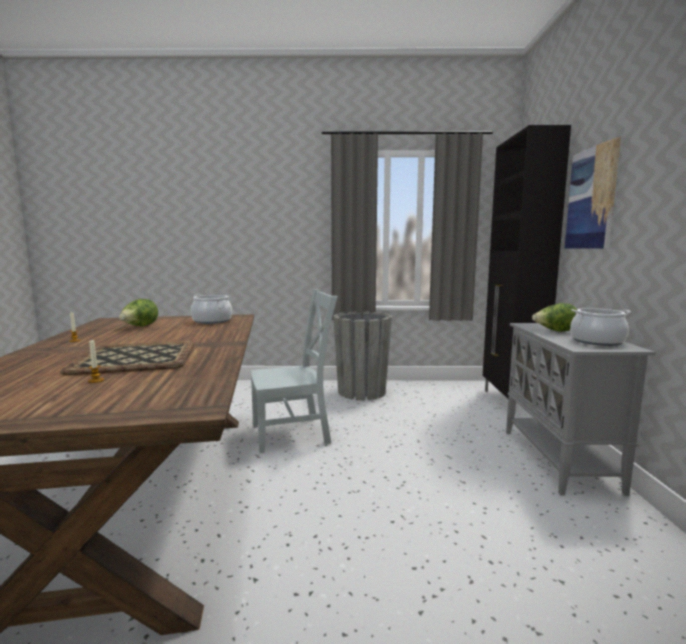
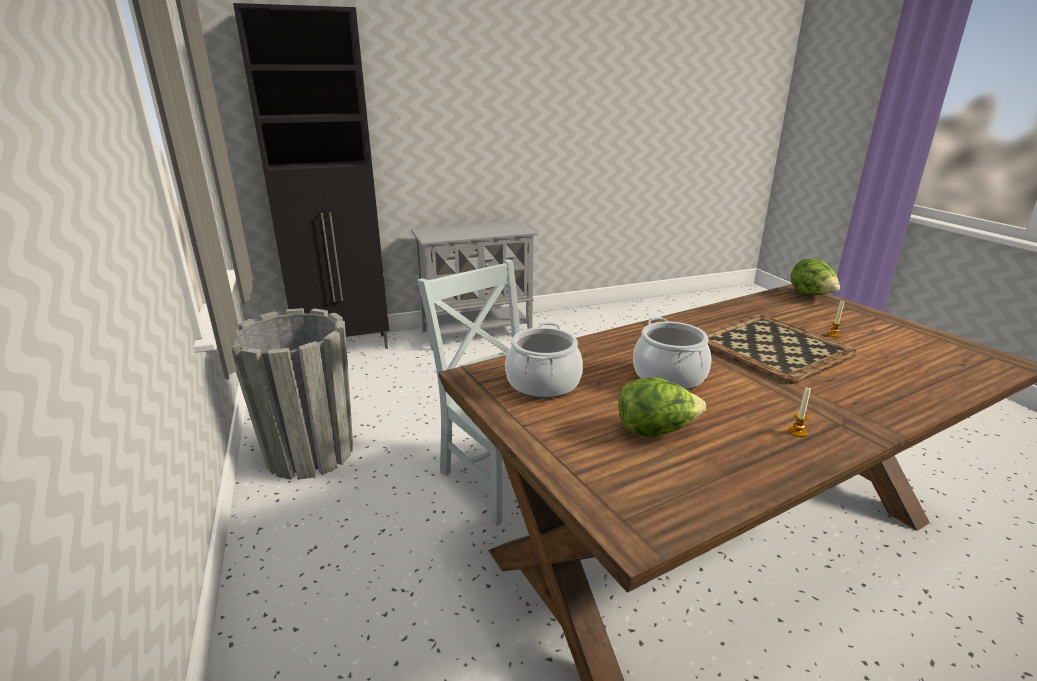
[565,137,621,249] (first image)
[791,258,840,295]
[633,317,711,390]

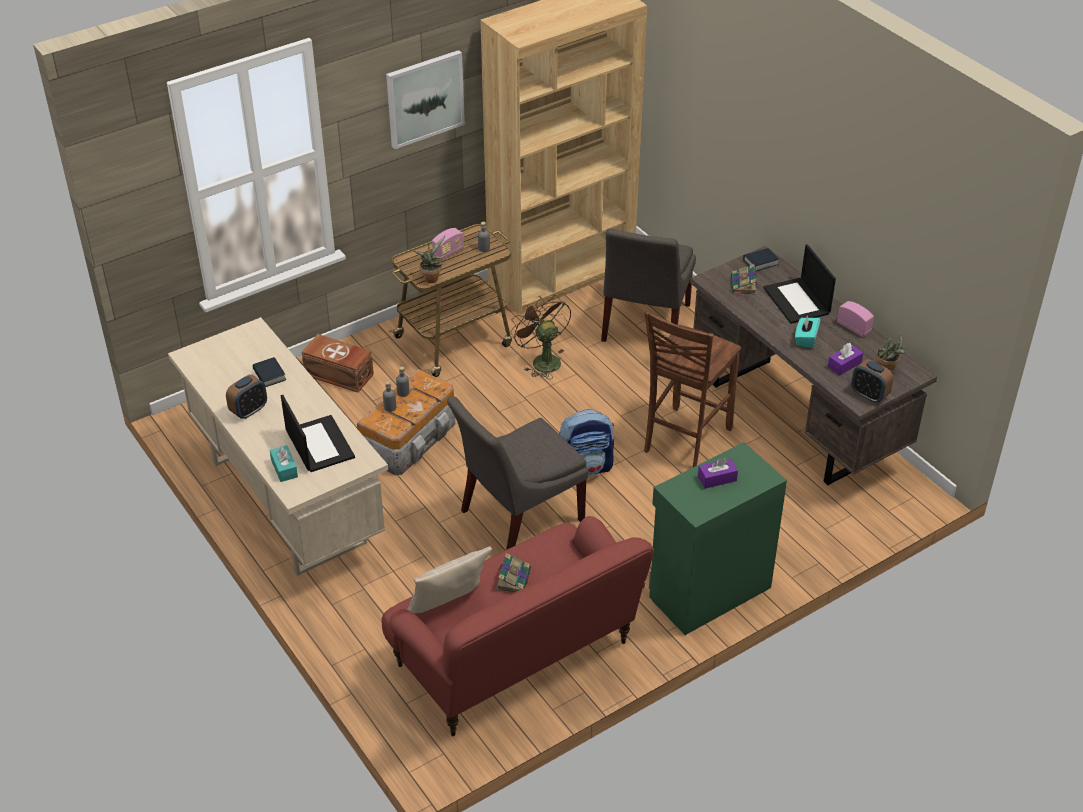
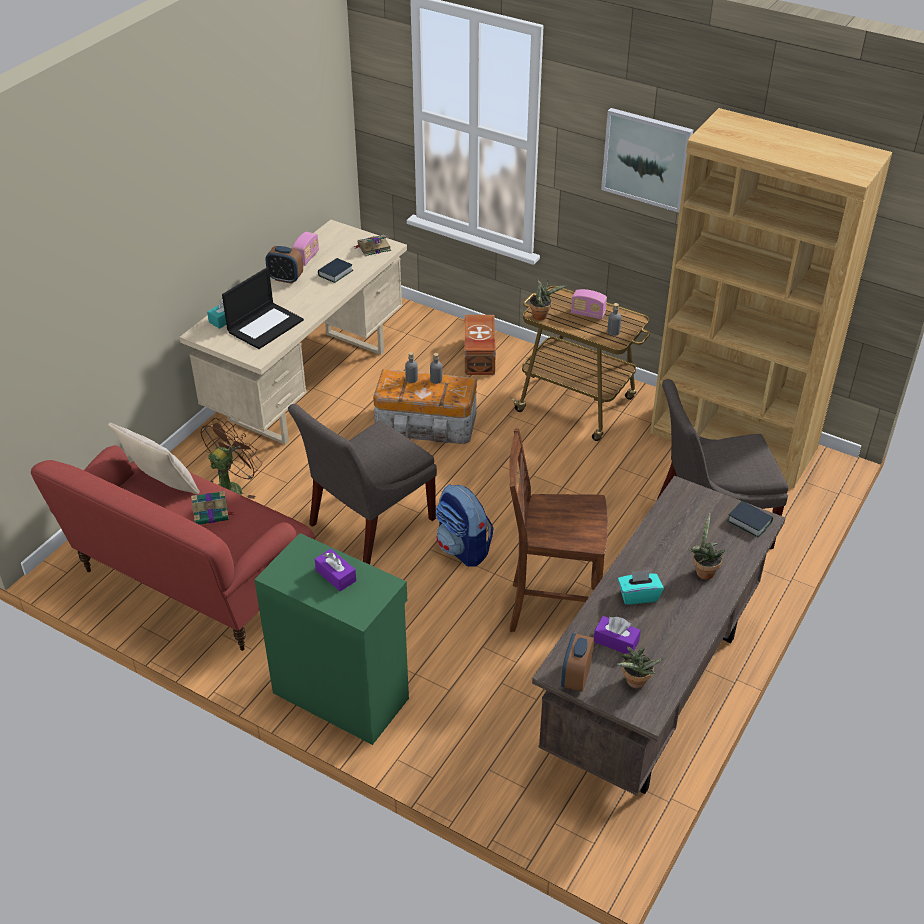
[200,418,262,499]
[354,235,391,256]
[292,232,319,266]
[688,513,726,580]
[288,404,437,565]

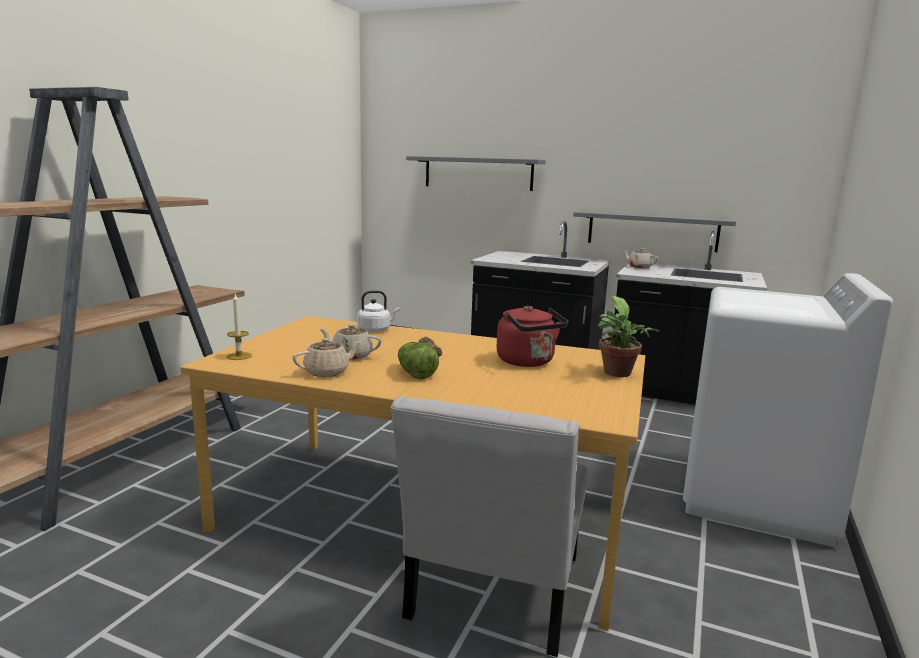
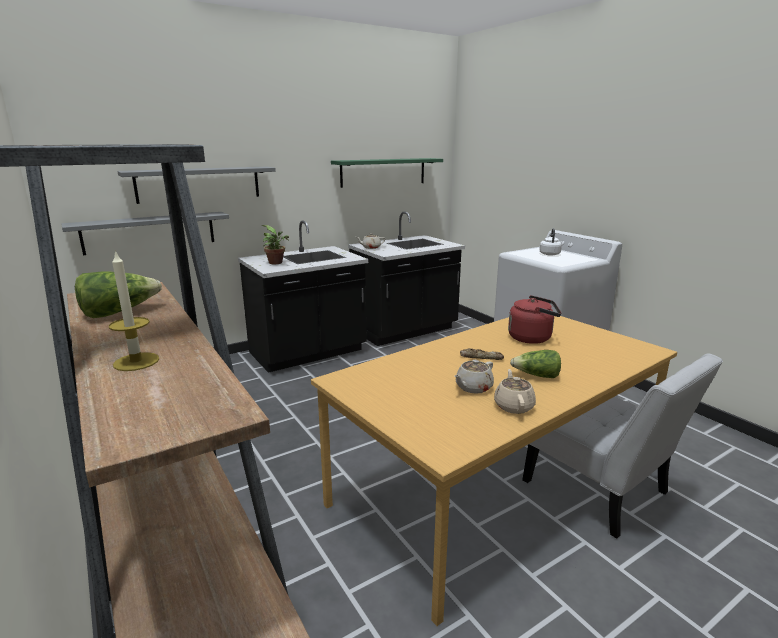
[75,272,162,318]
[331,158,443,188]
[109,250,159,371]
[539,228,562,256]
[62,212,229,255]
[262,225,289,264]

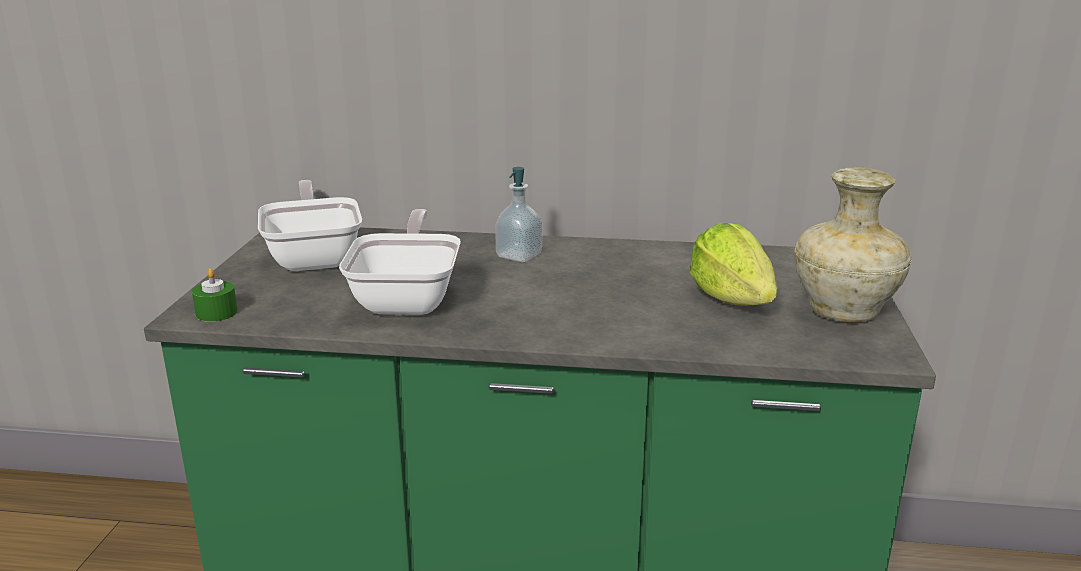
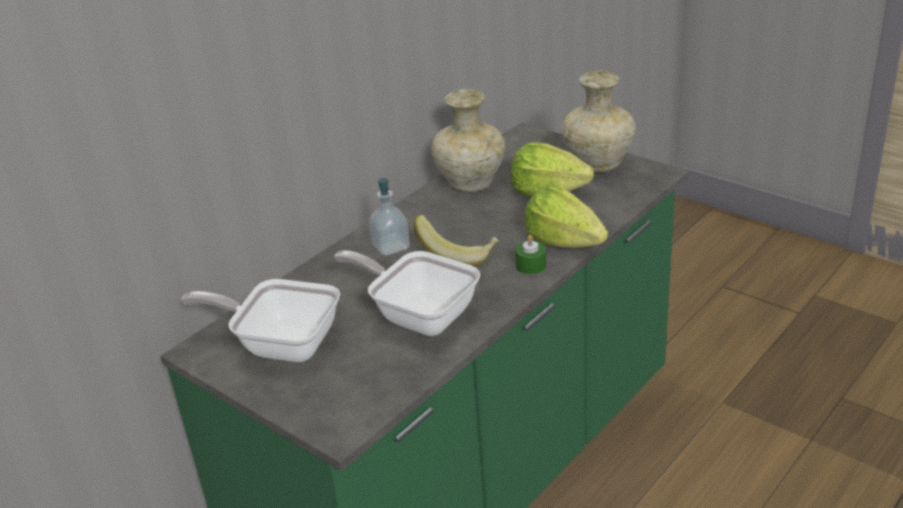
[414,215,499,267]
[431,89,505,192]
[525,186,608,248]
[515,235,546,275]

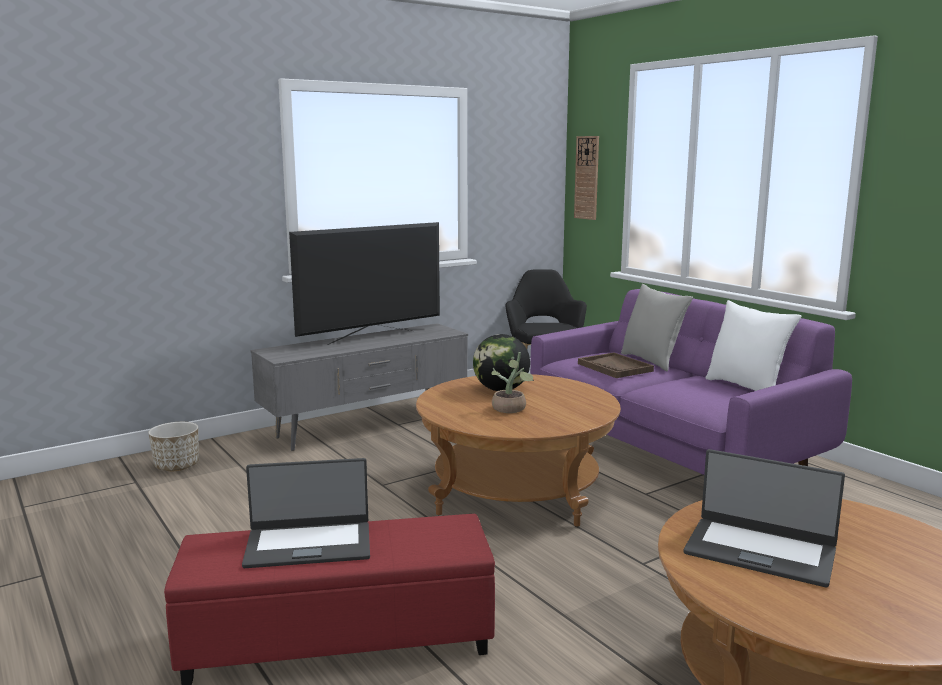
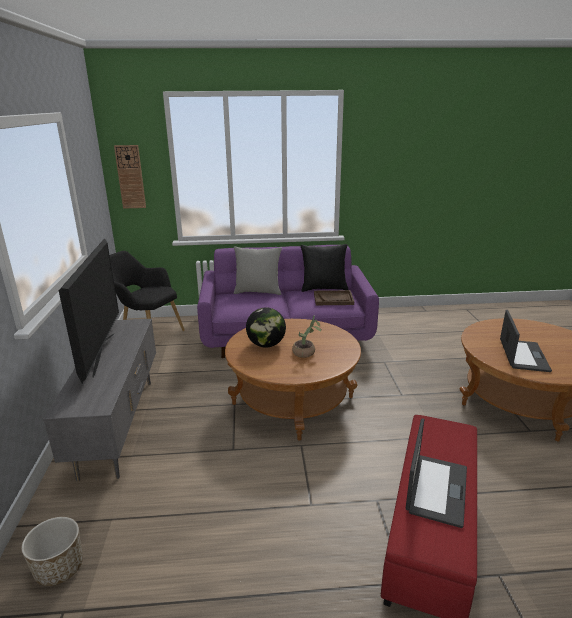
[314,290,354,305]
[300,244,349,292]
[500,310,552,372]

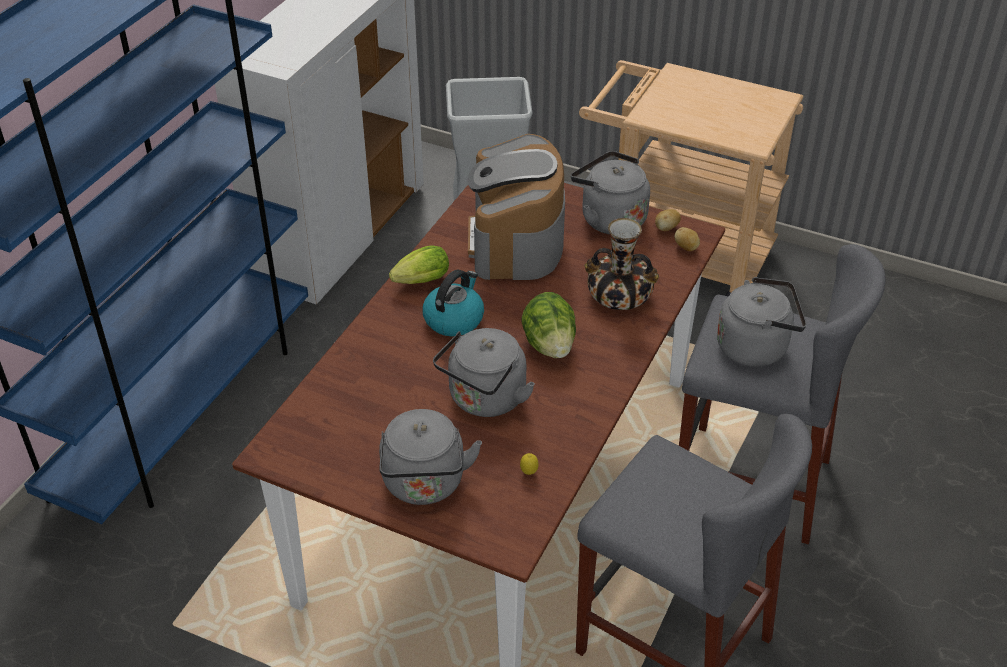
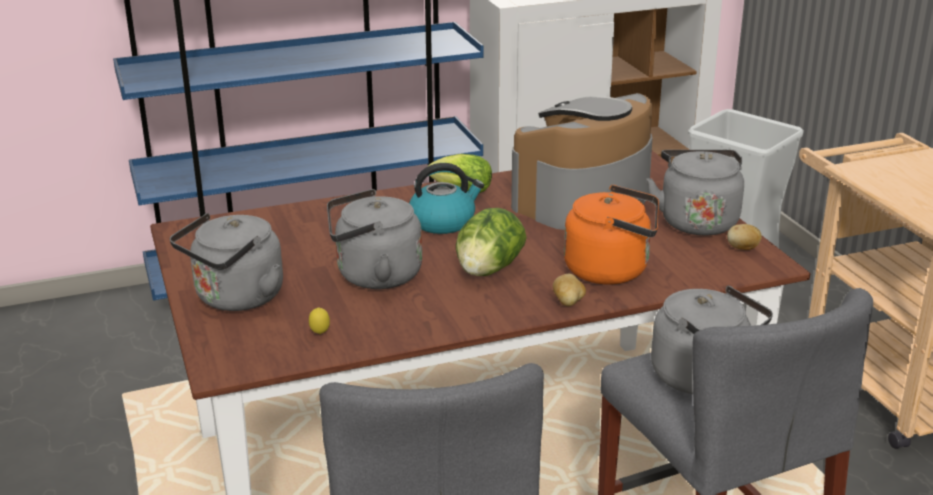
[553,274,586,306]
[564,185,659,284]

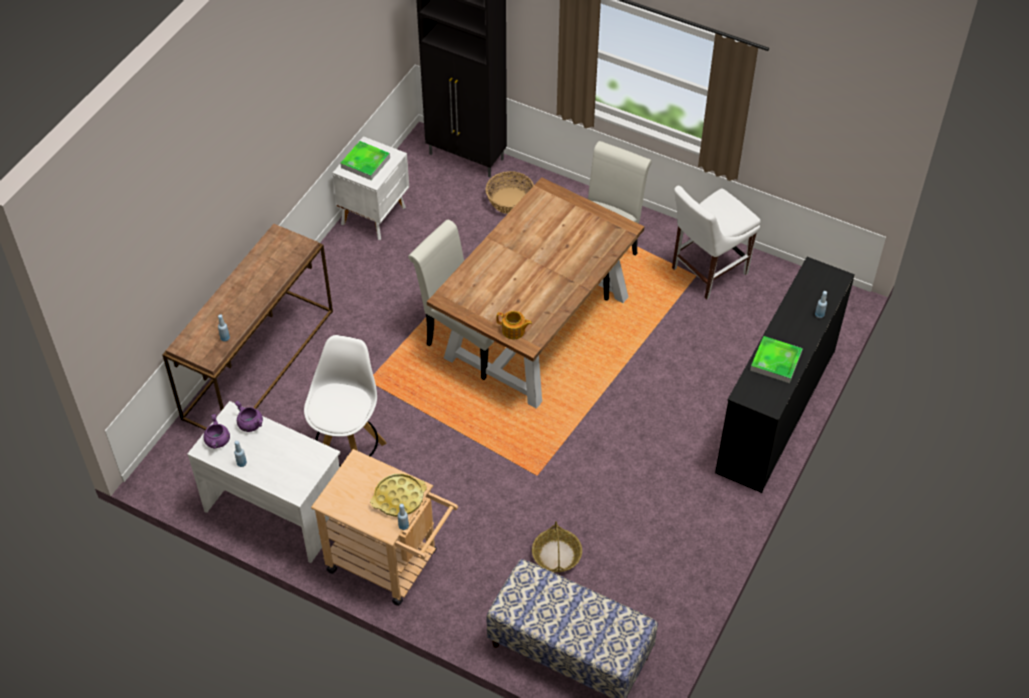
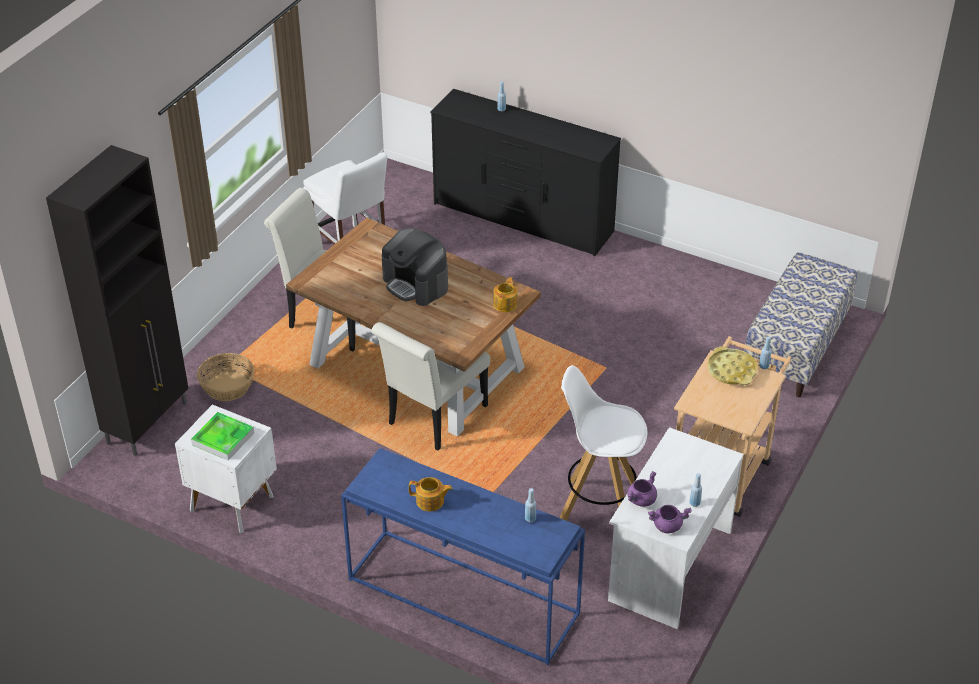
[532,521,582,572] (first image)
[750,336,803,383] (first image)
[382,228,448,306]
[409,477,453,512]
[341,448,585,665]

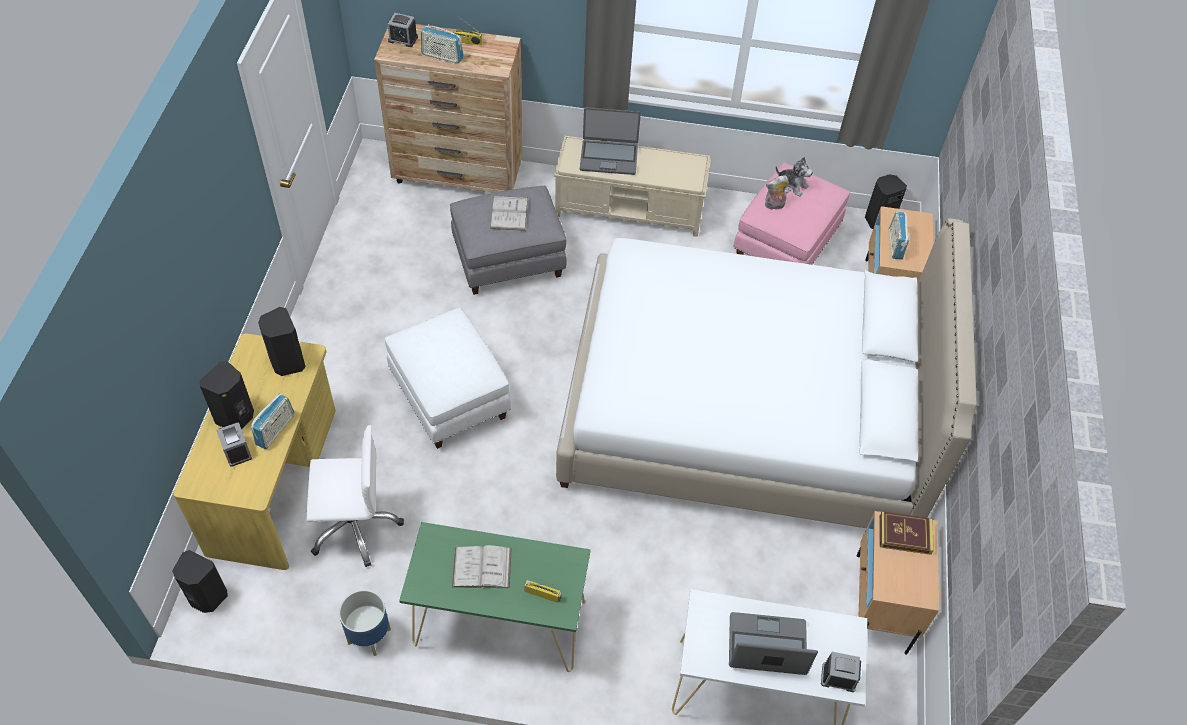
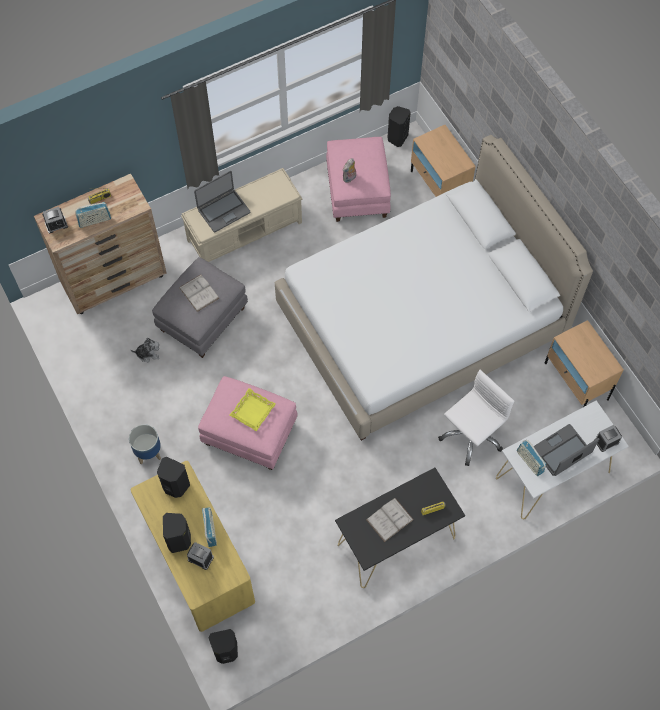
[880,512,934,555] (first image)
[229,388,276,431]
[438,370,514,466]
[129,424,161,464]
[131,338,159,362]
[517,440,546,476]
[198,376,297,470]
[335,468,465,588]

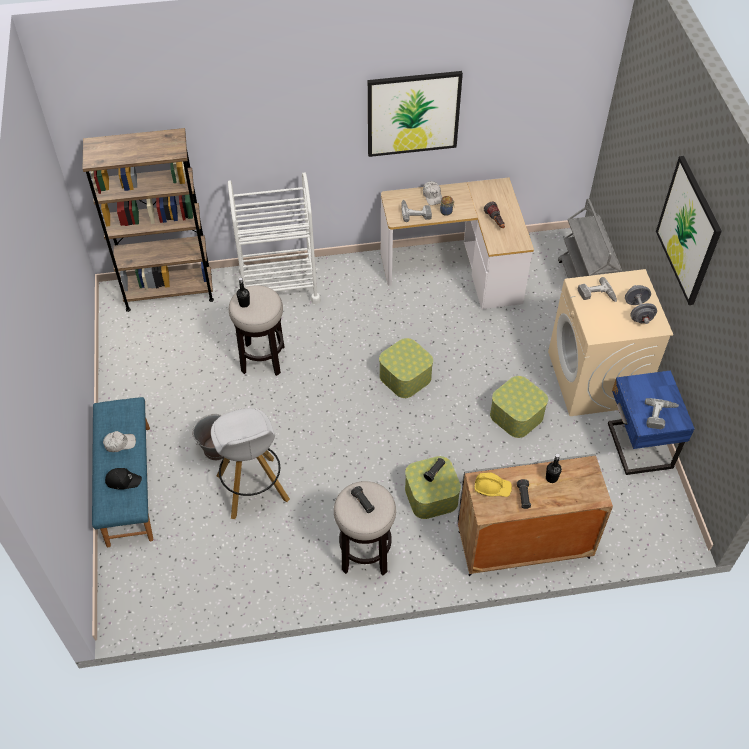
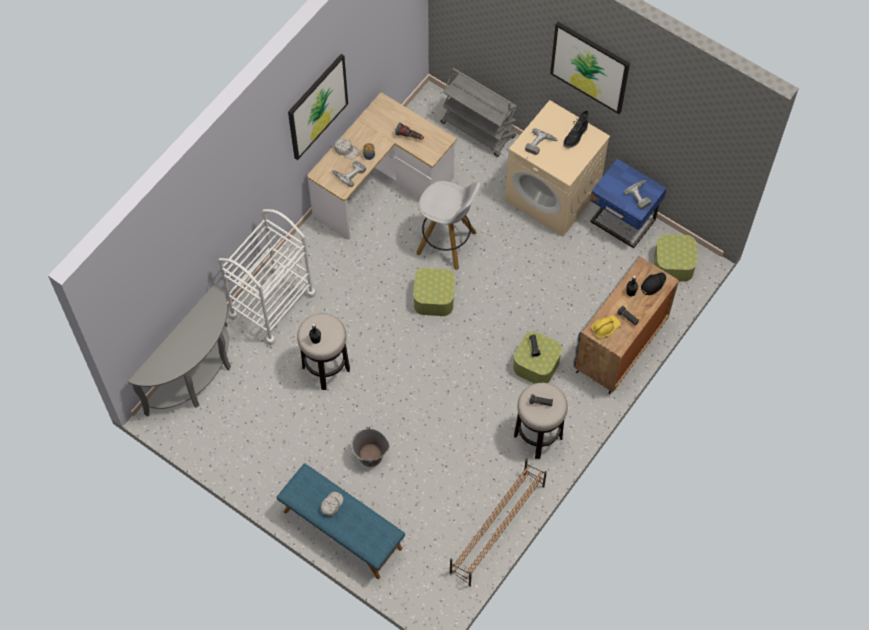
[450,459,547,587]
[641,273,666,295]
[416,181,481,270]
[654,234,697,282]
[128,283,231,417]
[563,110,589,148]

